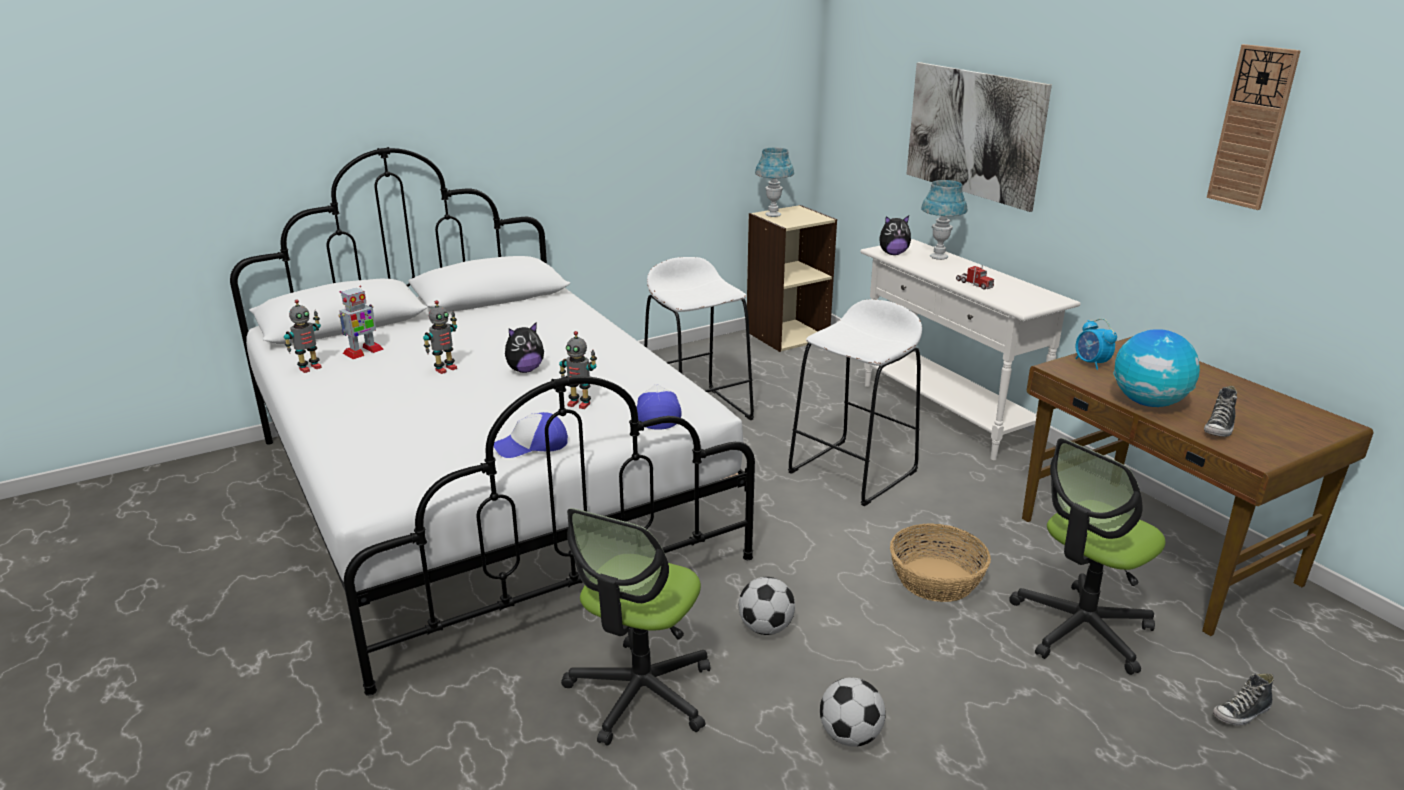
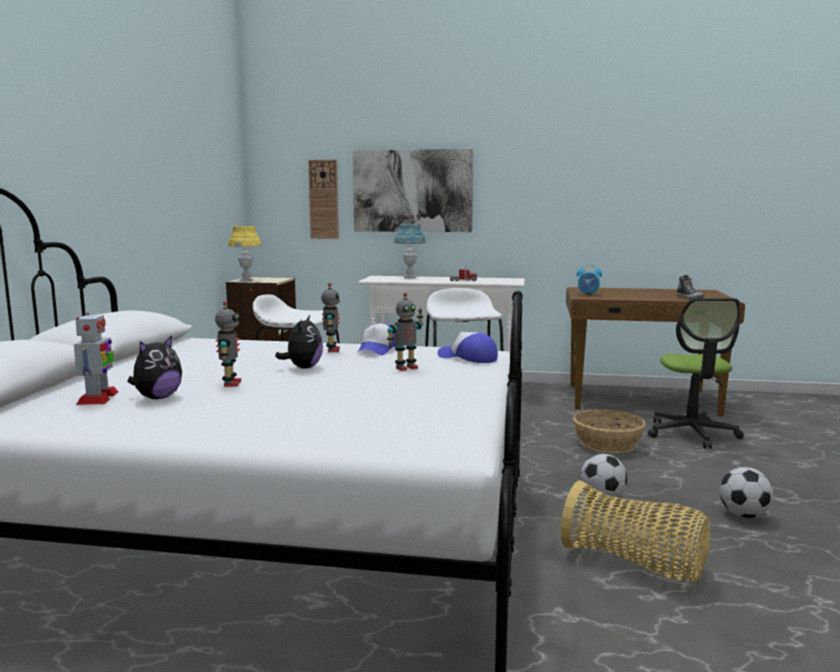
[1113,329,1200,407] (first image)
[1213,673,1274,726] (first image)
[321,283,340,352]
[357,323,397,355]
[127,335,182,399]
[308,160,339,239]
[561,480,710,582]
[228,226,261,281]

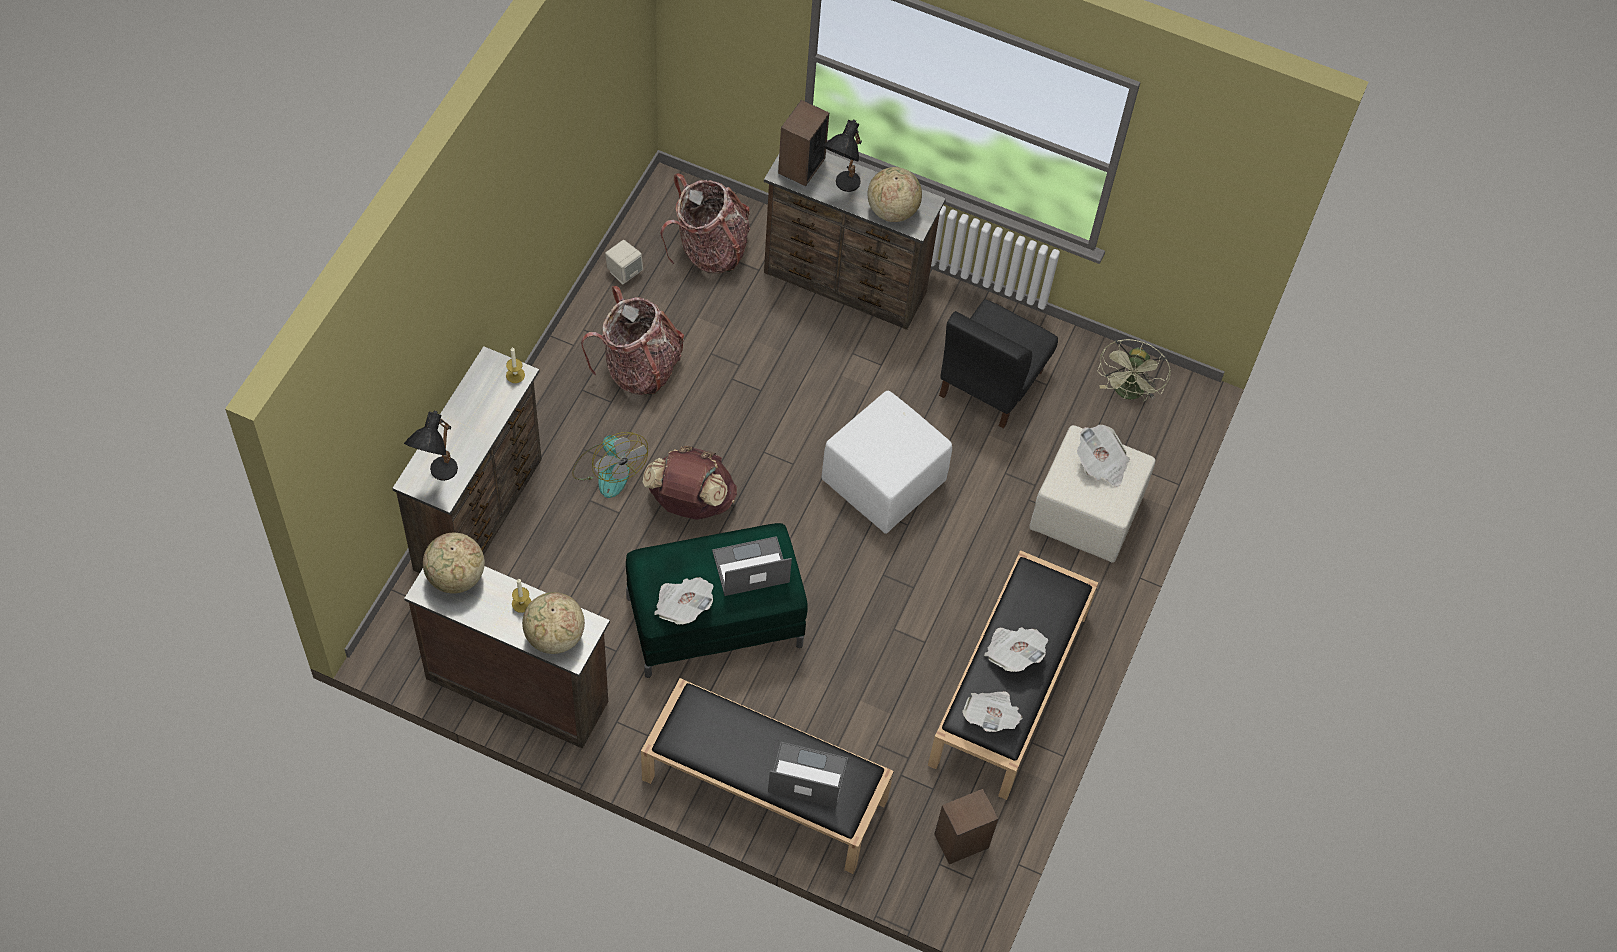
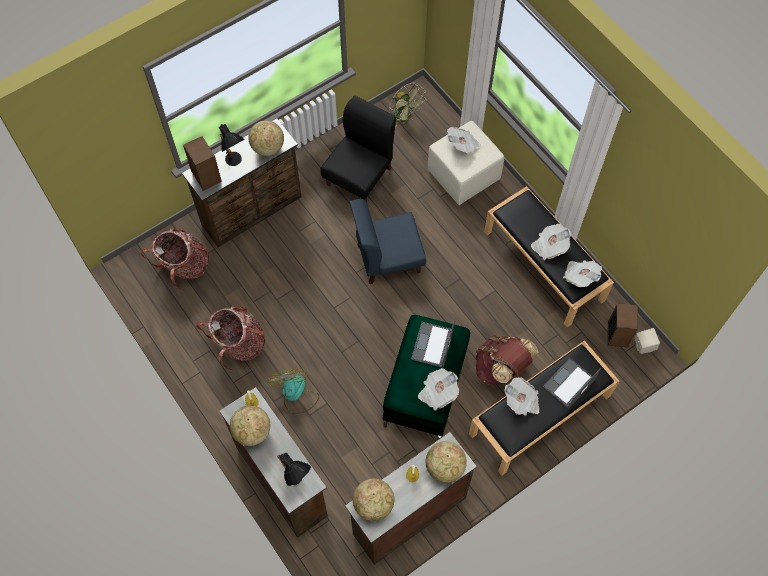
[230,405,270,446]
[505,377,539,416]
[635,328,660,354]
[476,335,539,385]
[349,199,426,284]
[268,368,320,415]
[320,96,396,202]

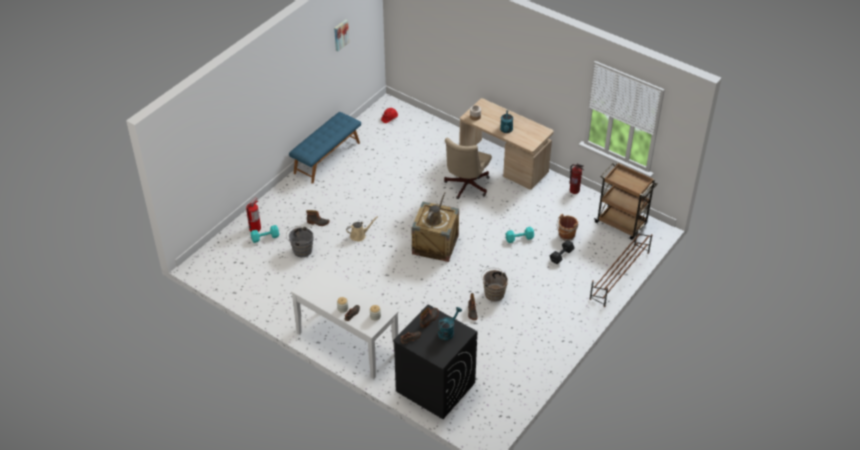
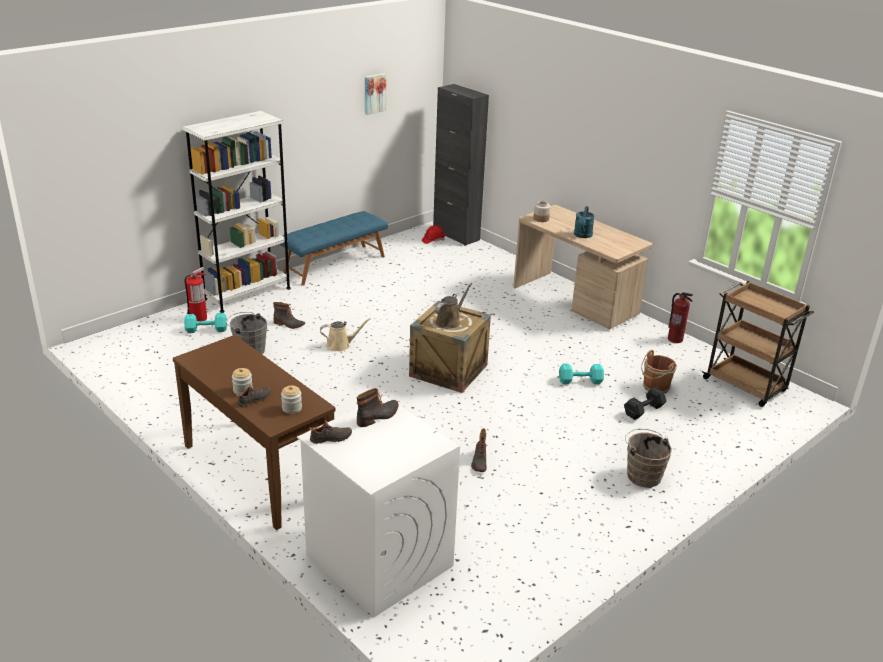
[438,307,462,340] (first image)
[444,138,492,199] (first image)
[589,228,652,307] (first image)
[183,111,291,313]
[433,84,489,246]
[625,429,672,487]
[173,335,336,530]
[297,396,460,617]

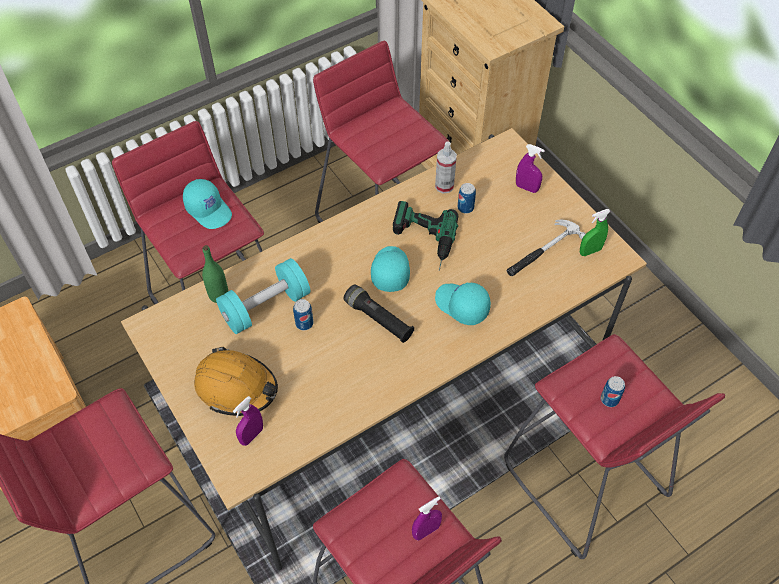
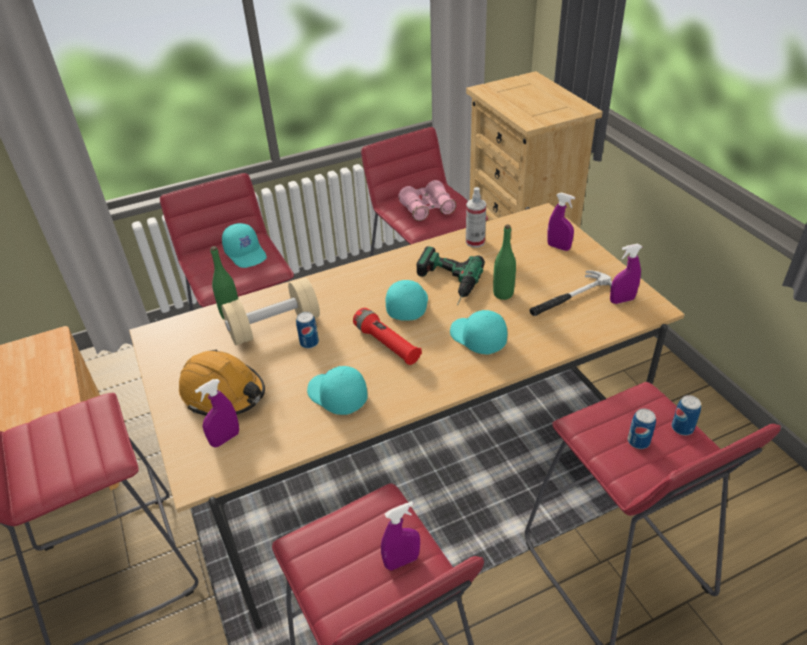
[307,366,368,415]
[398,180,456,221]
[493,224,516,300]
[672,395,701,435]
[221,278,320,345]
[353,308,422,365]
[610,244,642,304]

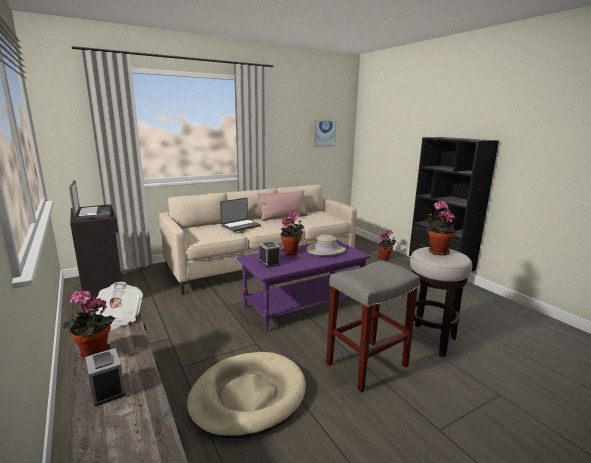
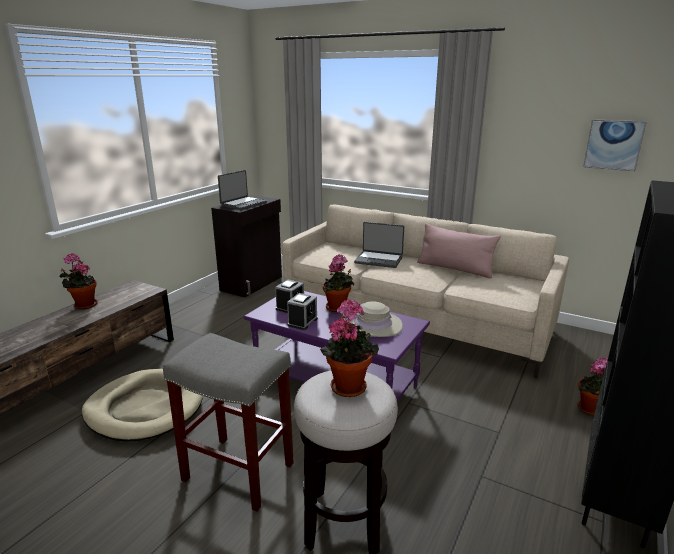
[95,282,143,330] (first image)
[287,293,318,330]

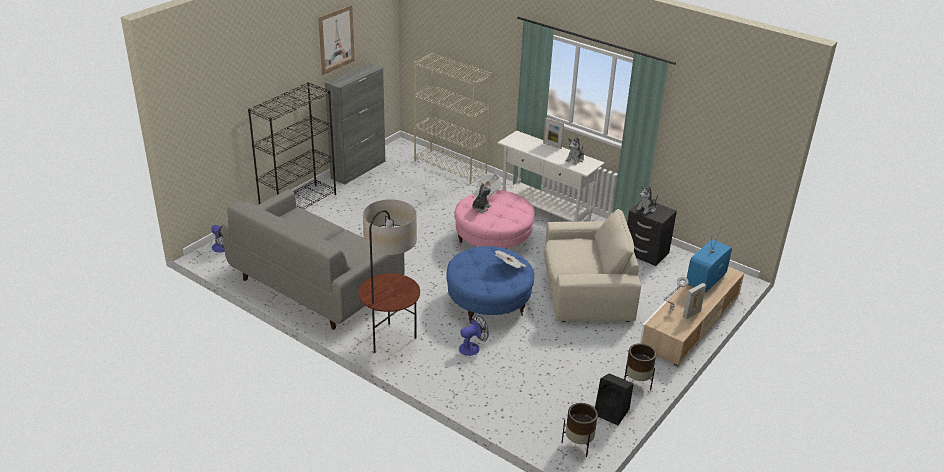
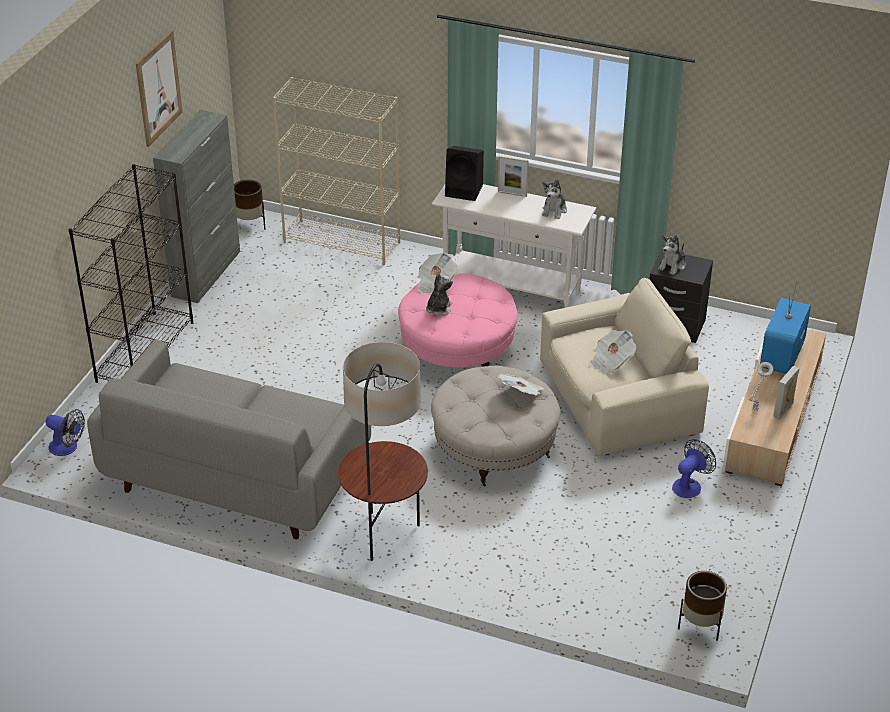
[589,330,636,373]
[672,439,716,498]
[445,146,484,201]
[234,180,265,230]
[431,366,561,487]

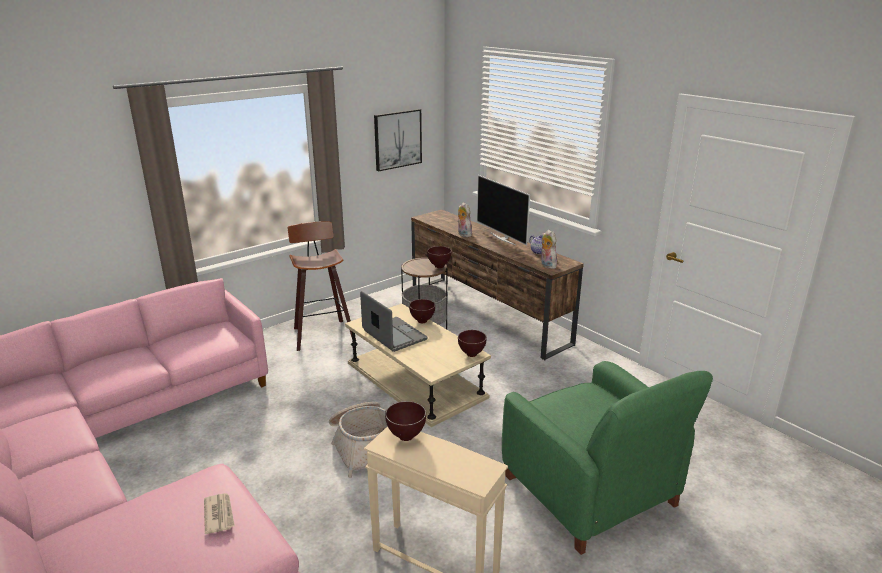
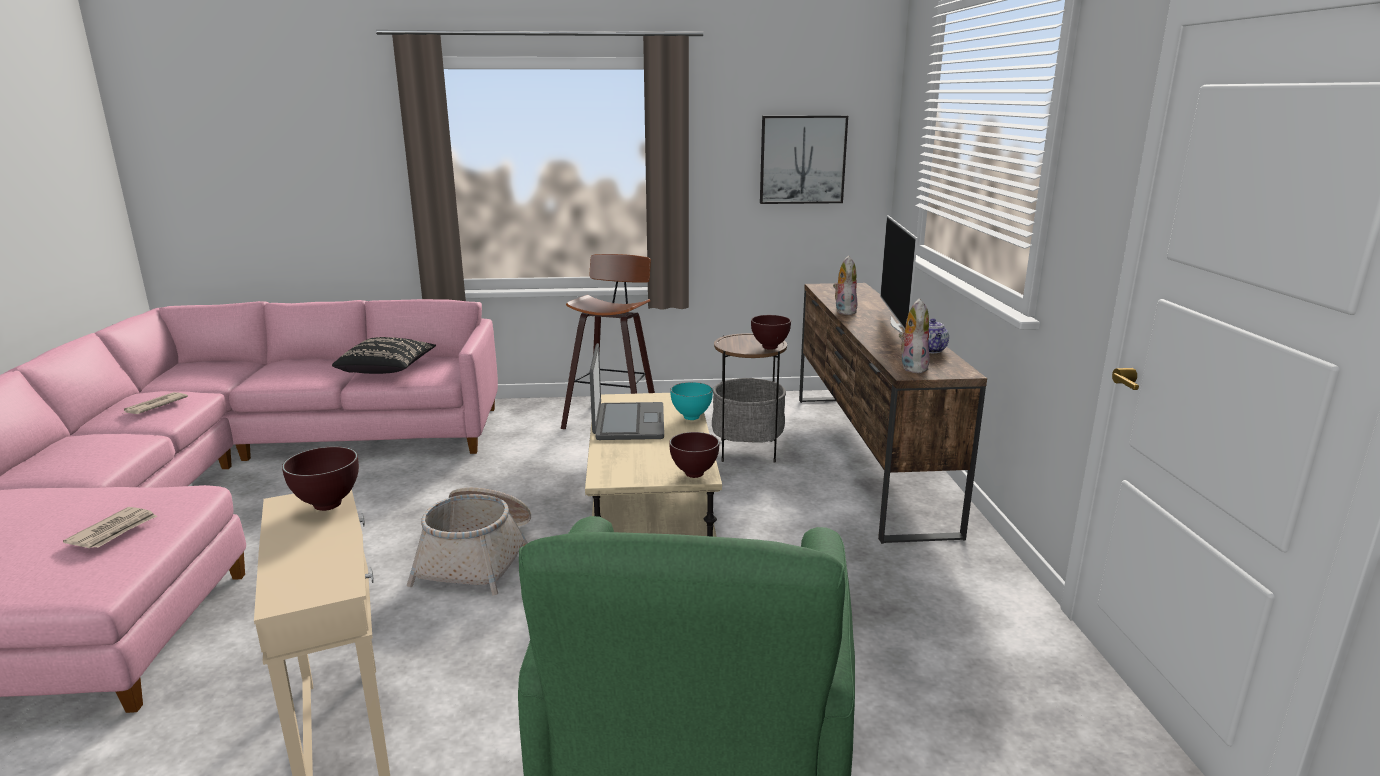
[123,392,188,414]
[332,337,436,374]
[670,382,713,420]

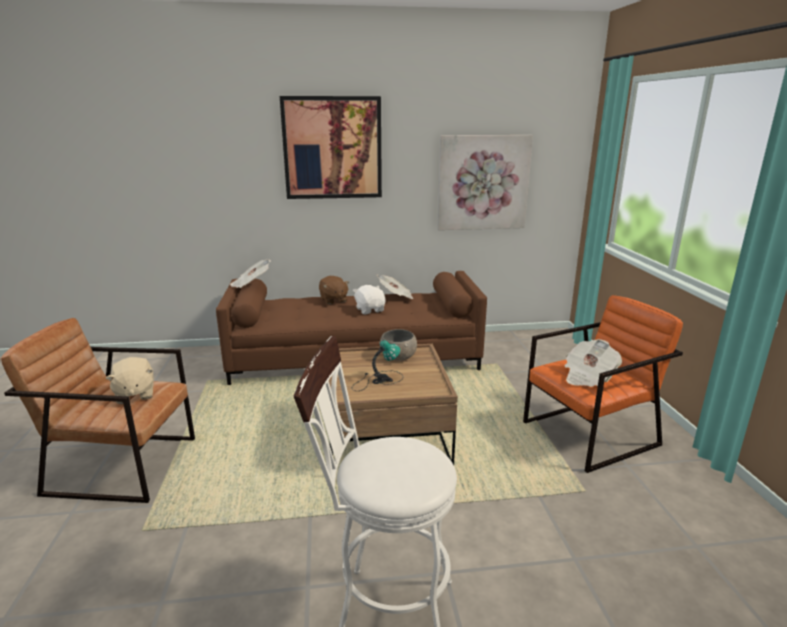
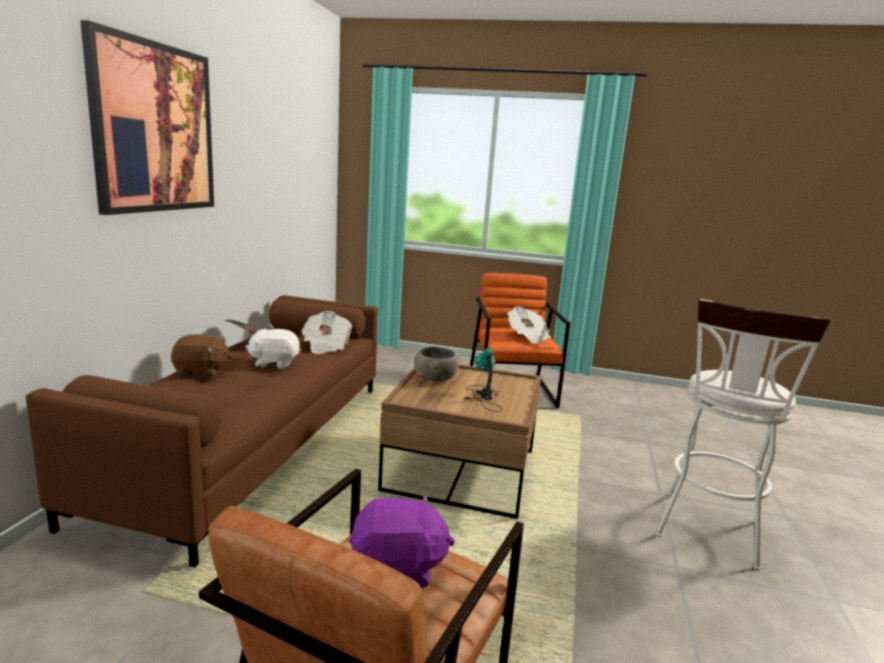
[437,135,533,230] (first image)
[301,311,352,354]
[349,495,455,587]

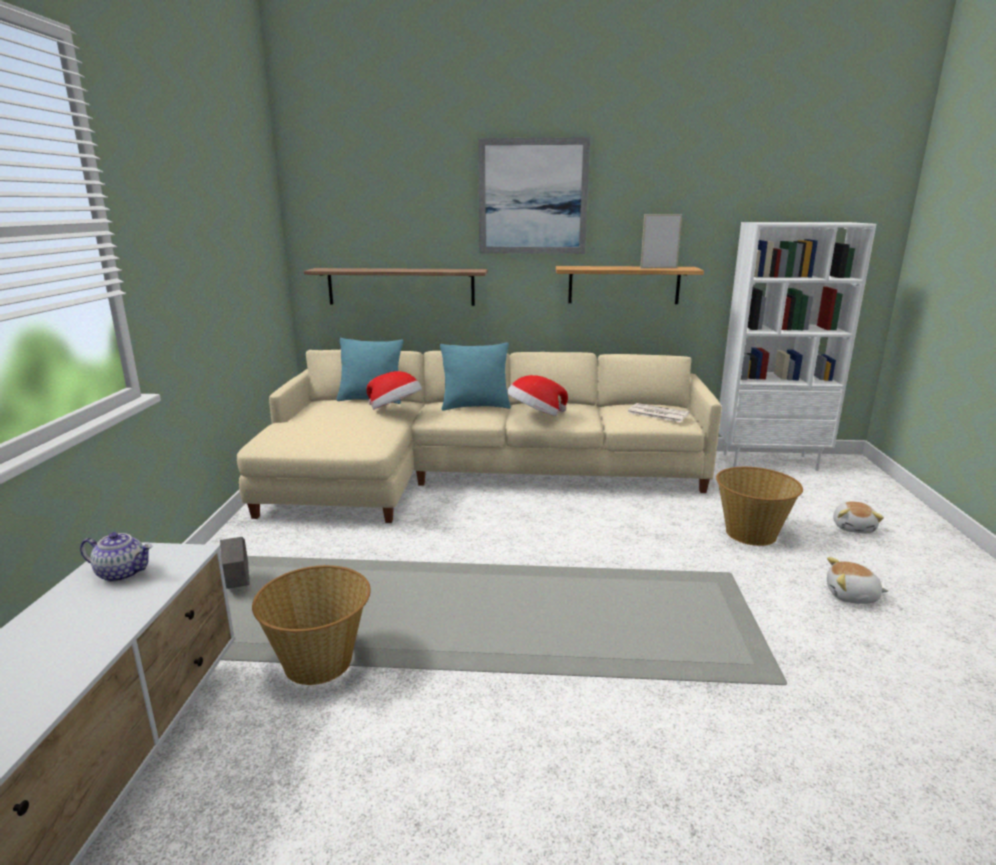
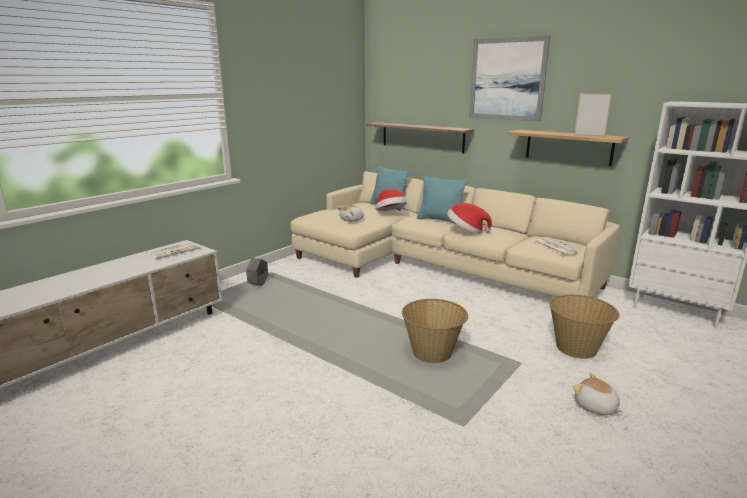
[402,299,468,363]
[337,205,364,222]
[146,242,201,259]

